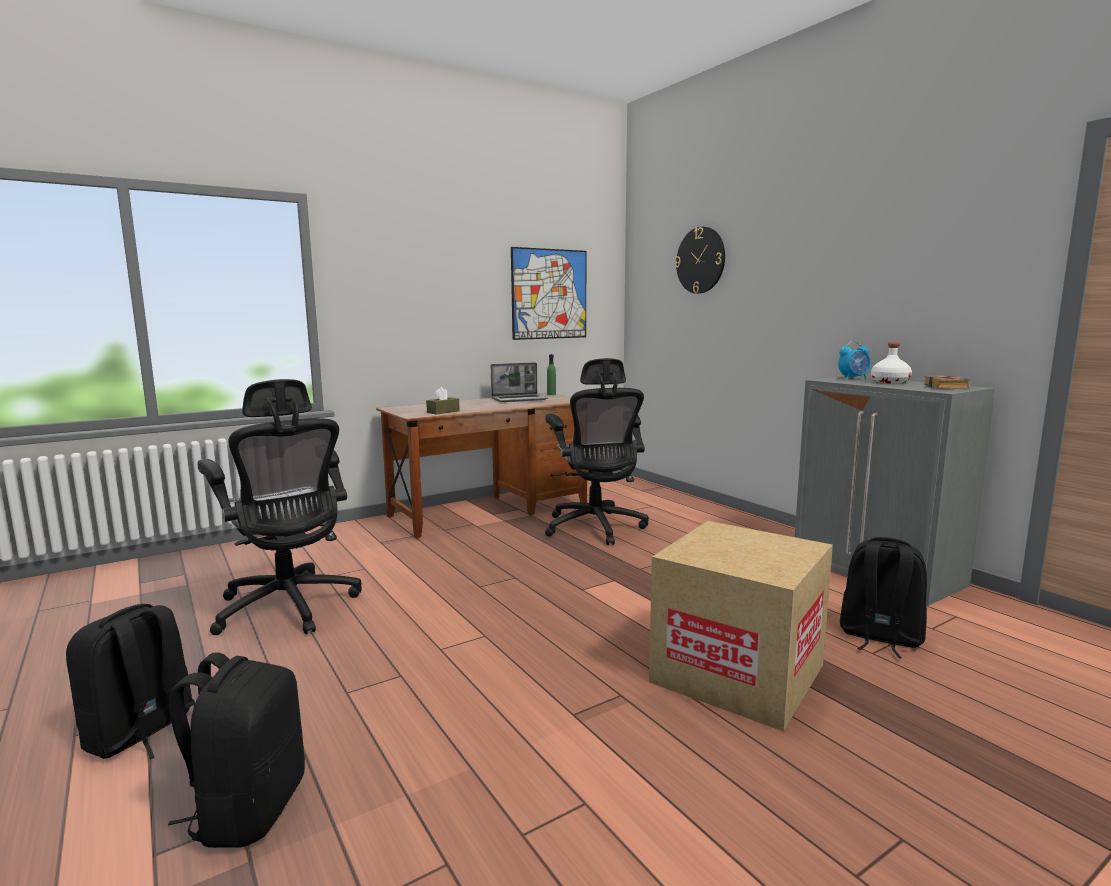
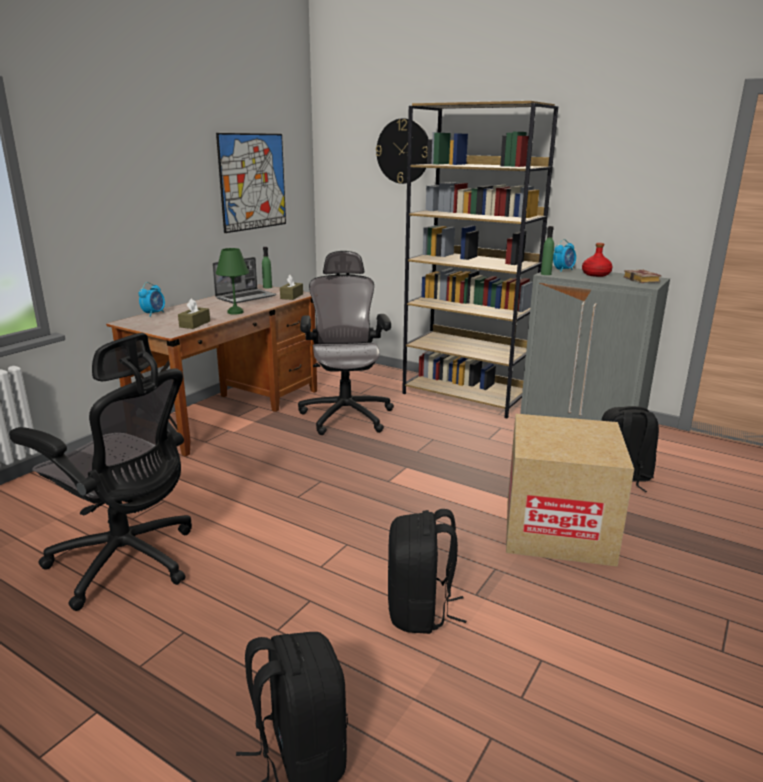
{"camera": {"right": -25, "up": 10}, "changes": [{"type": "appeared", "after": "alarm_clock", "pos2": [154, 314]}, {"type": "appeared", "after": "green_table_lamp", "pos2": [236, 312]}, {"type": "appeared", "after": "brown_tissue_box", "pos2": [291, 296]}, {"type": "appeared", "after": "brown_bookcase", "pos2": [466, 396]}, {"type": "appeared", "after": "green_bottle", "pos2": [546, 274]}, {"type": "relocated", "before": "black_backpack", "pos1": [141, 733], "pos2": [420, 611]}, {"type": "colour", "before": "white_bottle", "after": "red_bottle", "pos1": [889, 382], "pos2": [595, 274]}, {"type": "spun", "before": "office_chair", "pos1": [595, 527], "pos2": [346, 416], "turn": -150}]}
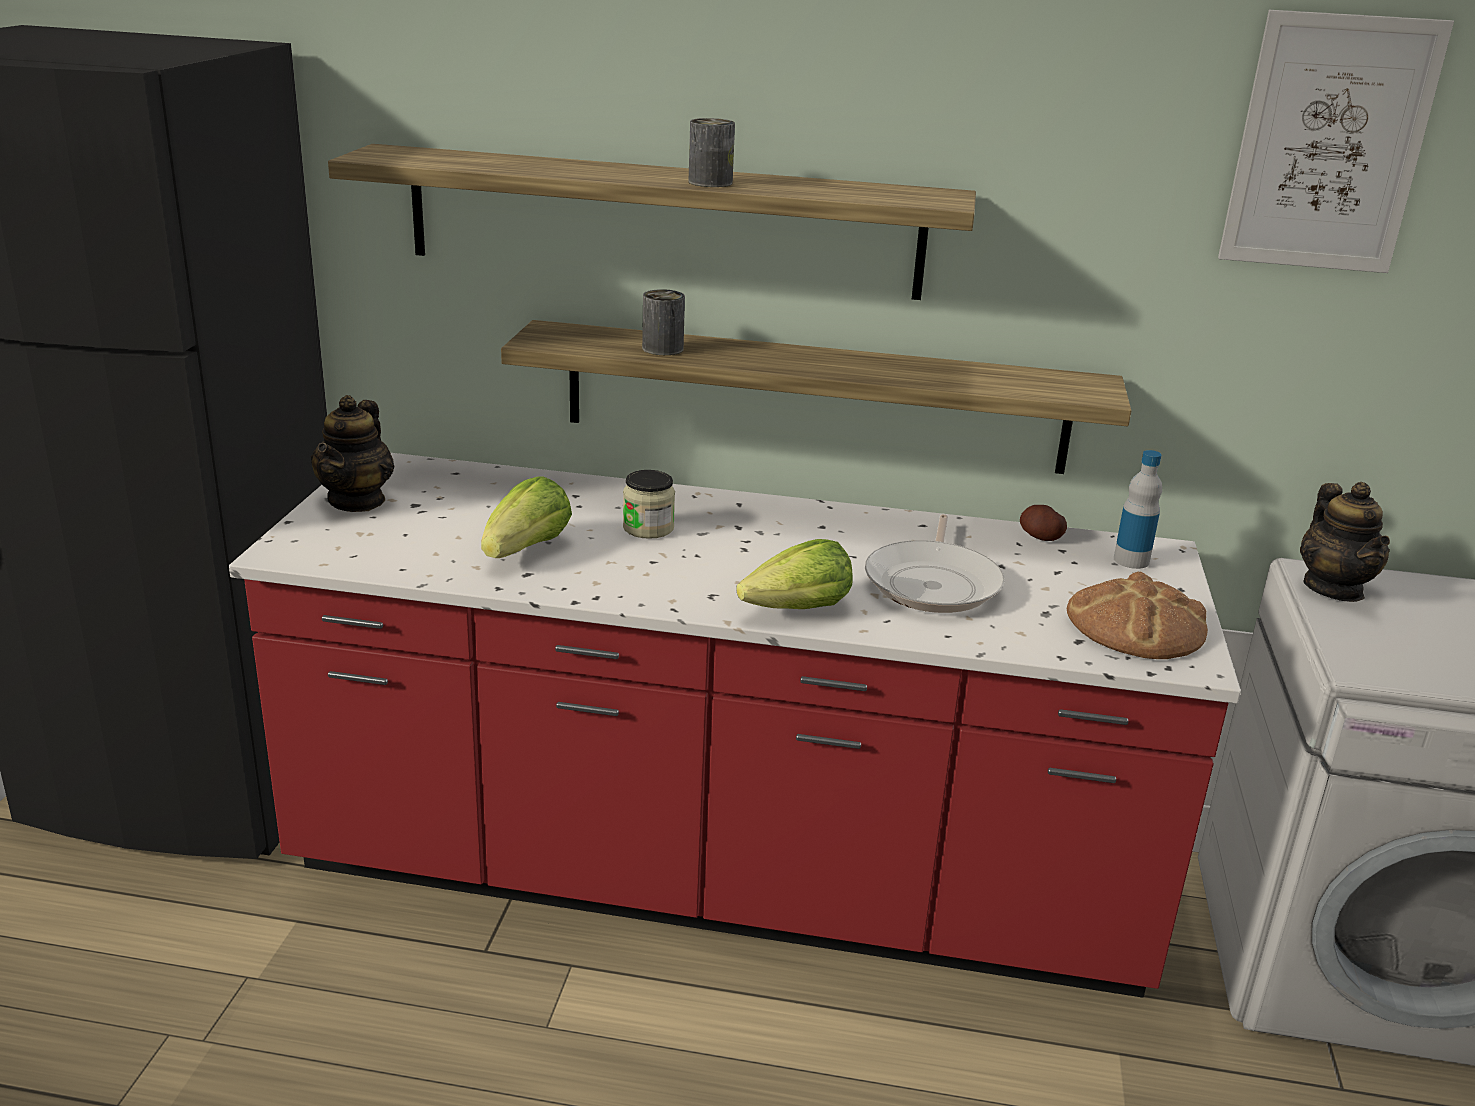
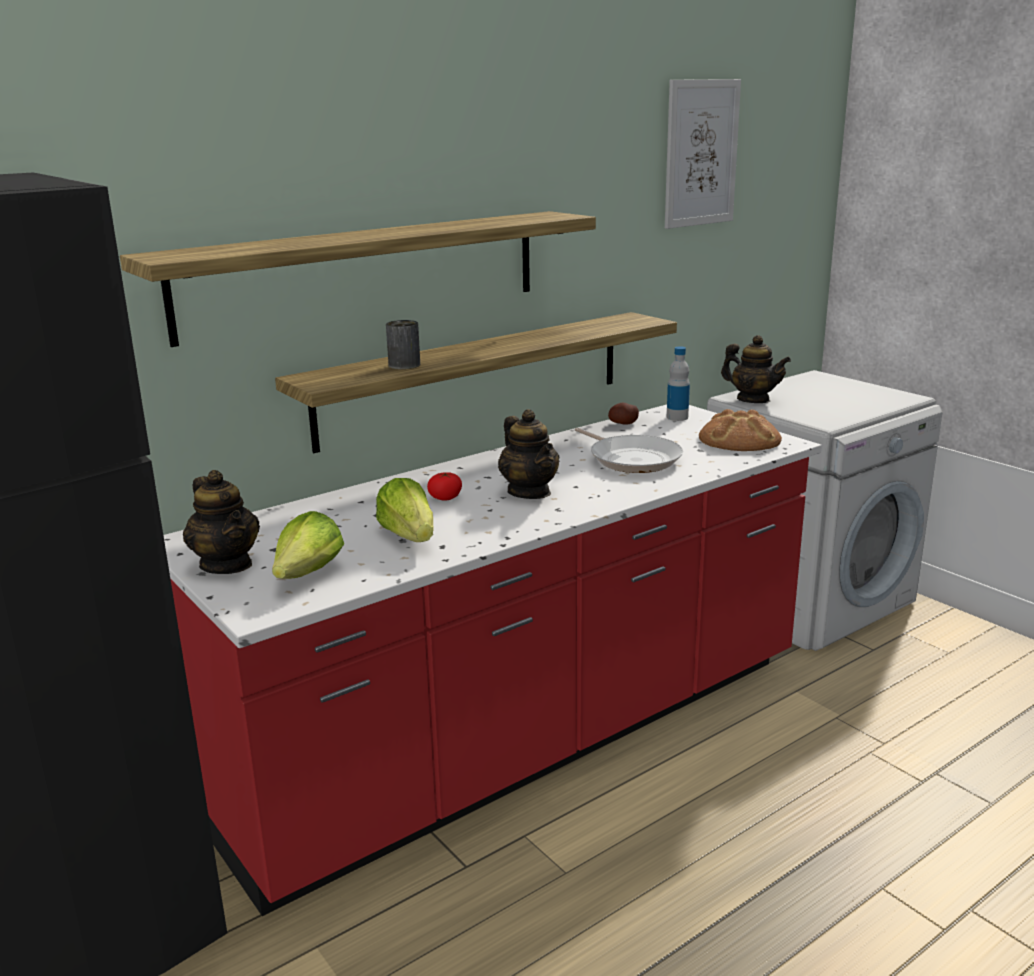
{"camera": {"right": -45, "up": -5}, "changes": [{"type": "missing", "before": "can", "pos1": [710, 182]}, {"type": "appeared", "after": "teapot", "pos2": [529, 492]}, {"type": "relocated", "before": "lettuce", "pos1": [798, 610], "pos2": [309, 573]}, {"type": "exchanged", "before": "jar", "after": "tomato", "pos1": [648, 528], "pos2": [445, 497]}]}
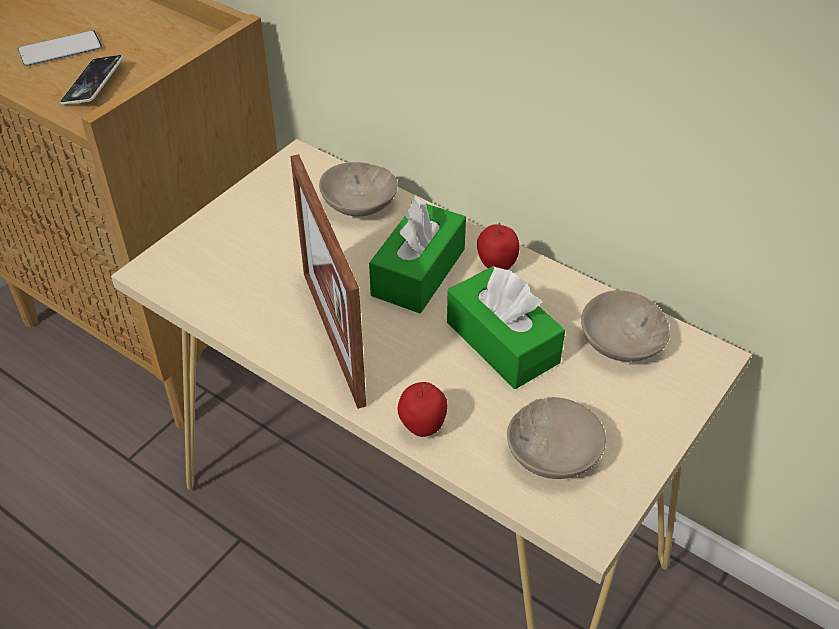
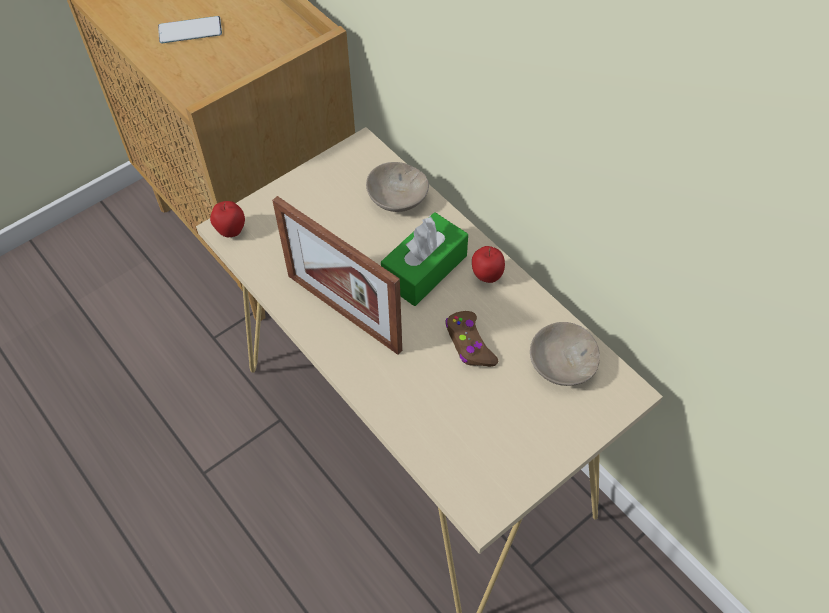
{"camera": {"right": 15, "up": 10}, "changes": [{"type": "missing", "before": "phone", "pos1": [93, 85]}, {"type": "missing", "before": "beige_bowl", "pos1": [554, 456]}, {"type": "relocated", "before": "apple", "pos1": [422, 428], "pos2": [231, 231]}, {"type": "exchanged", "before": "green_tissue_box", "after": "brown_game_controller", "pos1": [502, 342], "pos2": [469, 344]}, {"type": "spun", "before": "picture_frame", "pos1": [333, 336], "pos2": [343, 312], "turn": -45}]}
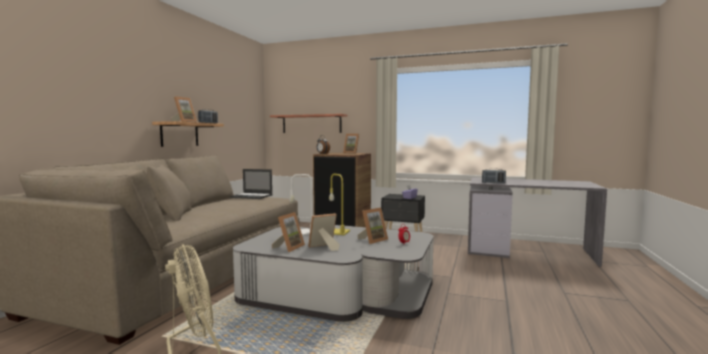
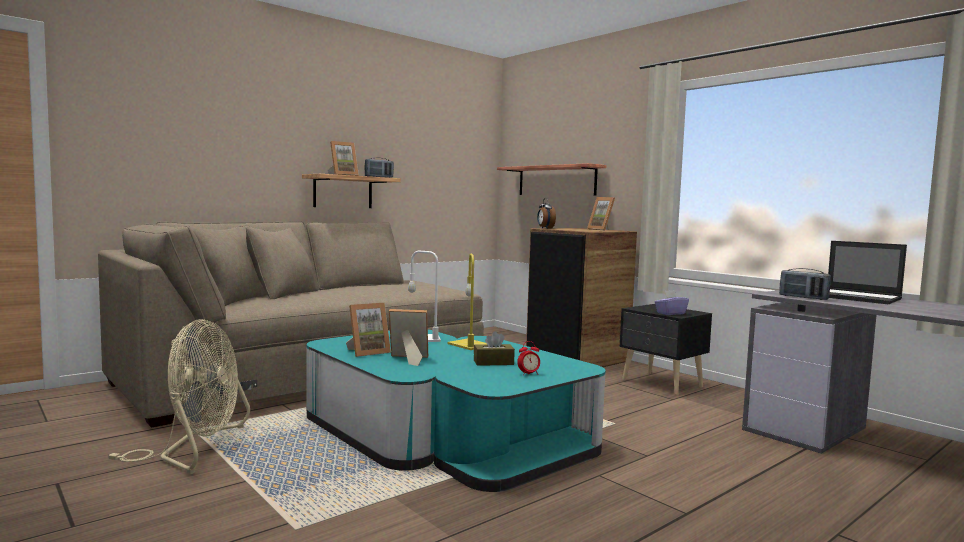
{"camera": {"right": 30, "up": 0}, "changes": [{"type": "relocated", "before": "laptop", "pos1": [252, 196], "pos2": [857, 297]}, {"type": "exchanged", "before": "picture_frame", "after": "brown_tissue_box", "pos1": [373, 240], "pos2": [493, 362]}, {"type": "colour", "before": "grey_coffee_table", "after": "turquoise_coffee_table", "pos1": [338, 289], "pos2": [445, 431]}]}
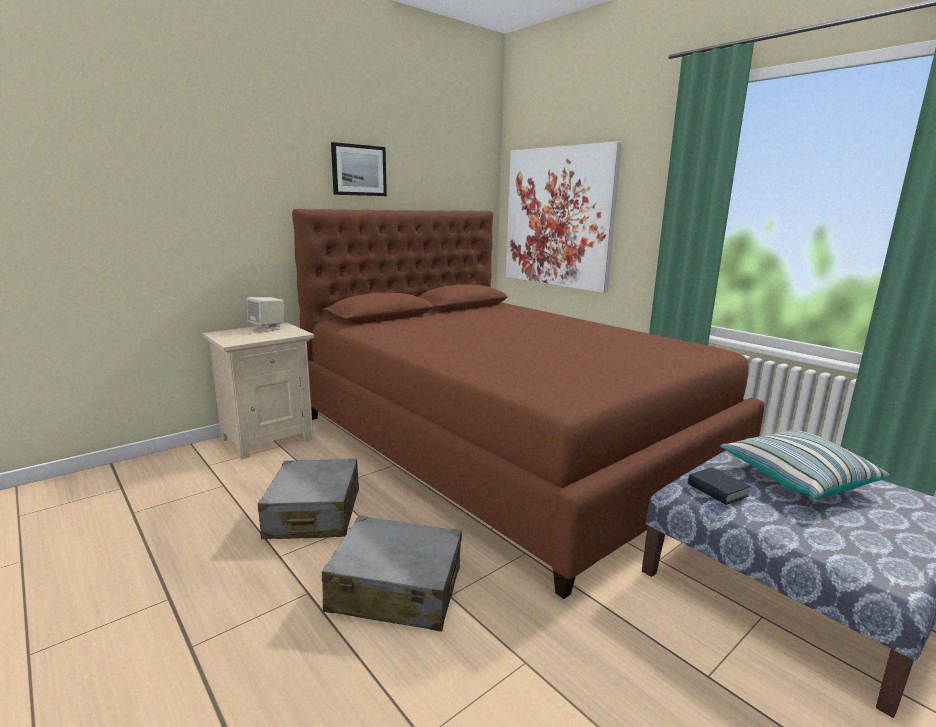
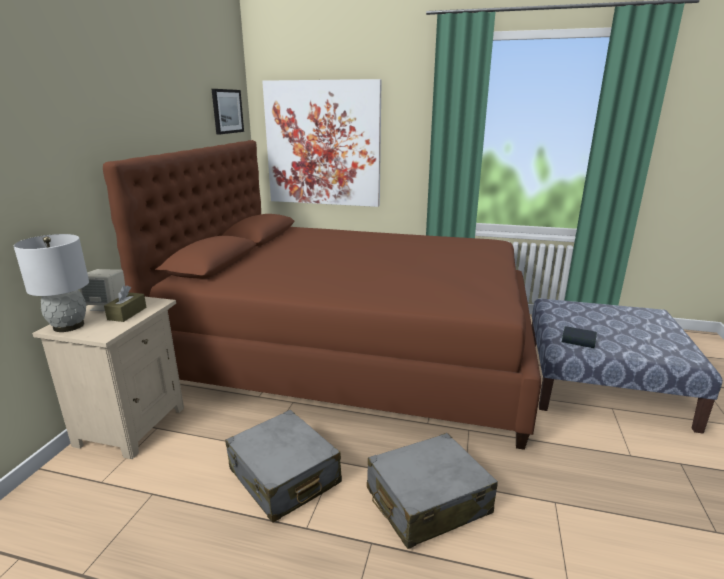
{"camera": {"right": -35, "up": 5}, "changes": [{"type": "missing", "before": "pillow", "pos1": [796, 479]}, {"type": "appeared", "after": "white_table_lamp", "pos2": [68, 326]}, {"type": "appeared", "after": "brown_tissue_box", "pos2": [127, 313]}, {"type": "relocated", "before": "picture", "pos1": [359, 170], "pos2": [227, 111]}]}
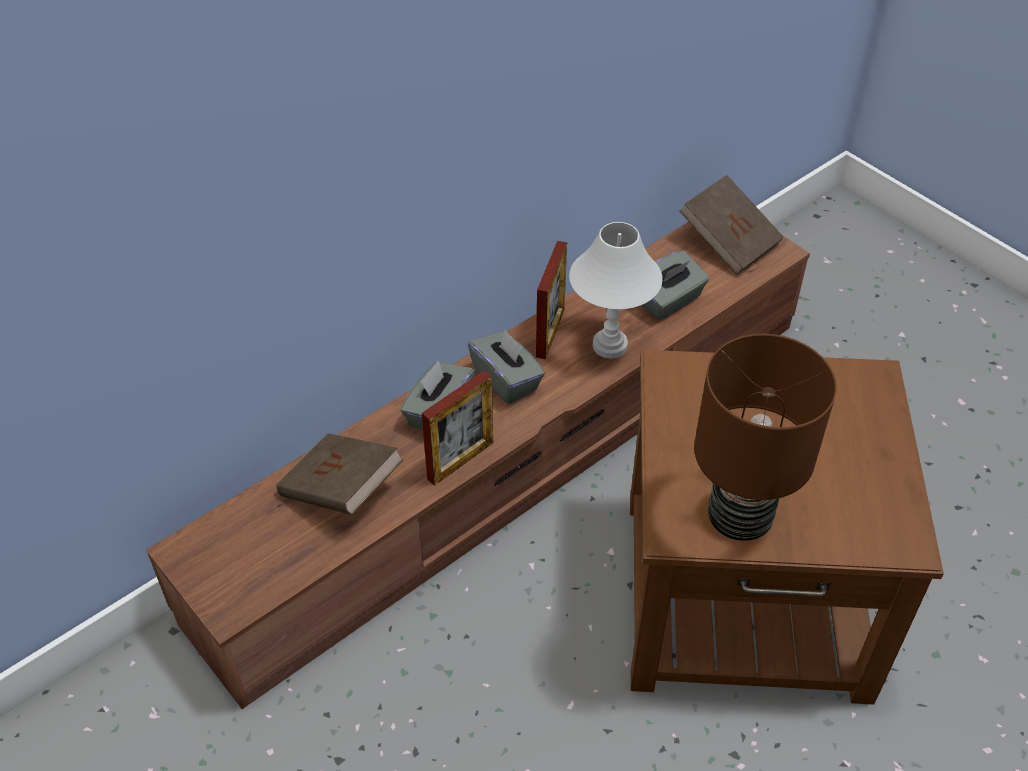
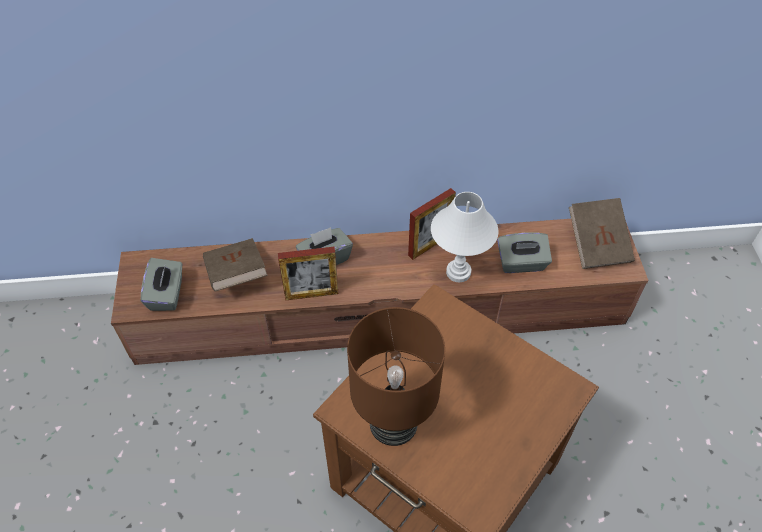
{"camera": {"right": 35, "up": 5}, "changes": [{"type": "relocated", "before": "grey_tissue_box", "pos1": [507, 380], "pos2": [167, 294]}]}
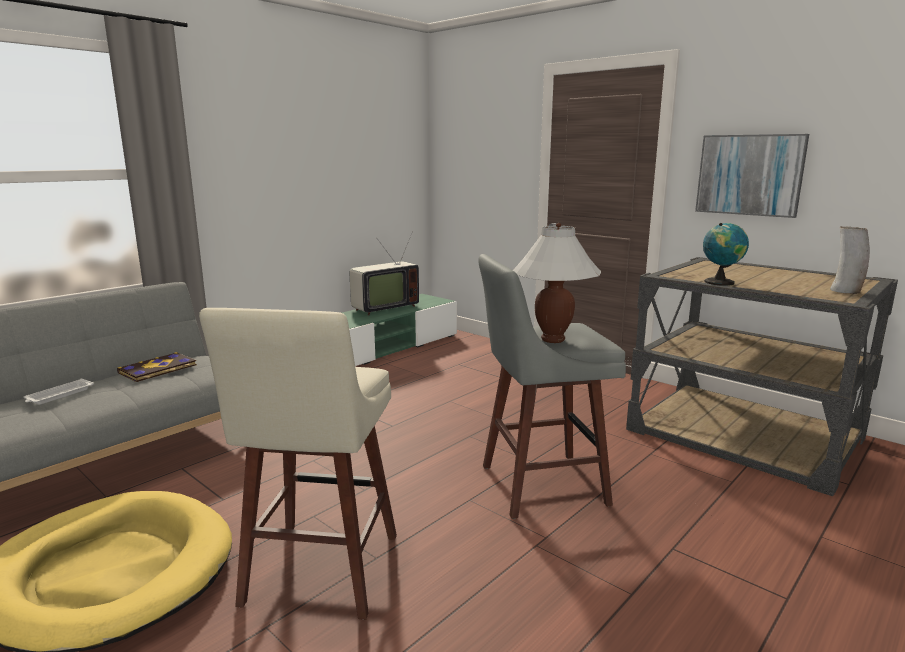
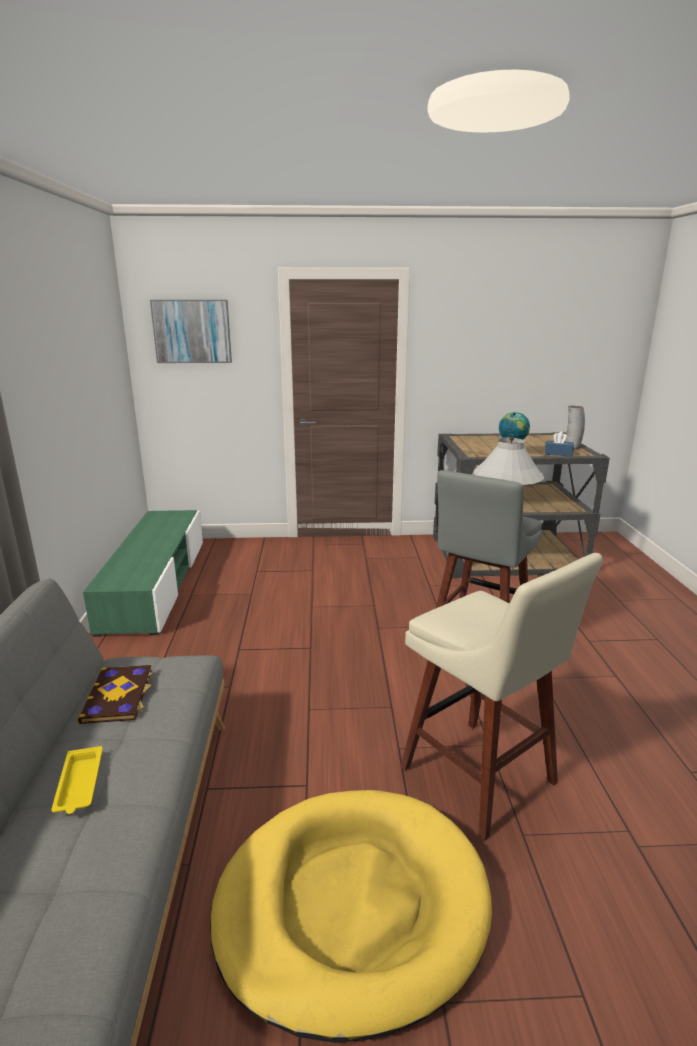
{"camera": {"right": -45, "up": 5}, "changes": [{"type": "missing", "before": "television", "pos1": [383, 308]}, {"type": "appeared", "after": "blue_tissue_box", "pos2": [558, 453]}, {"type": "relocated", "before": "picture", "pos1": [749, 175], "pos2": [192, 331]}, {"type": "colour", "before": "white_tray", "after": "yellow_tray", "pos1": [59, 395], "pos2": [79, 784]}]}
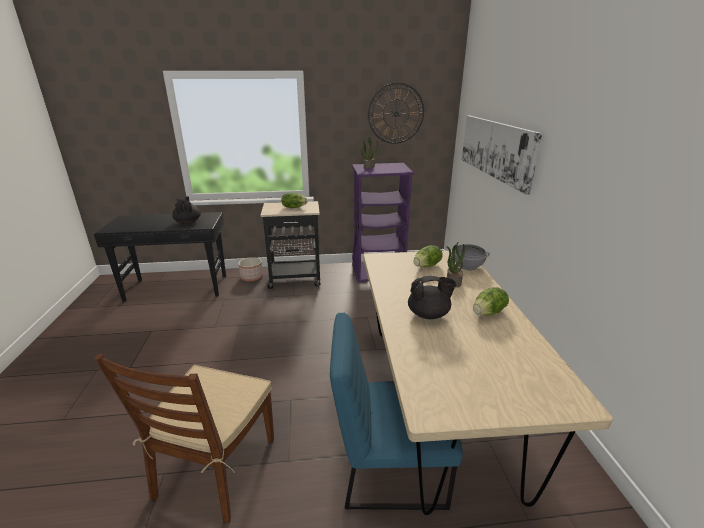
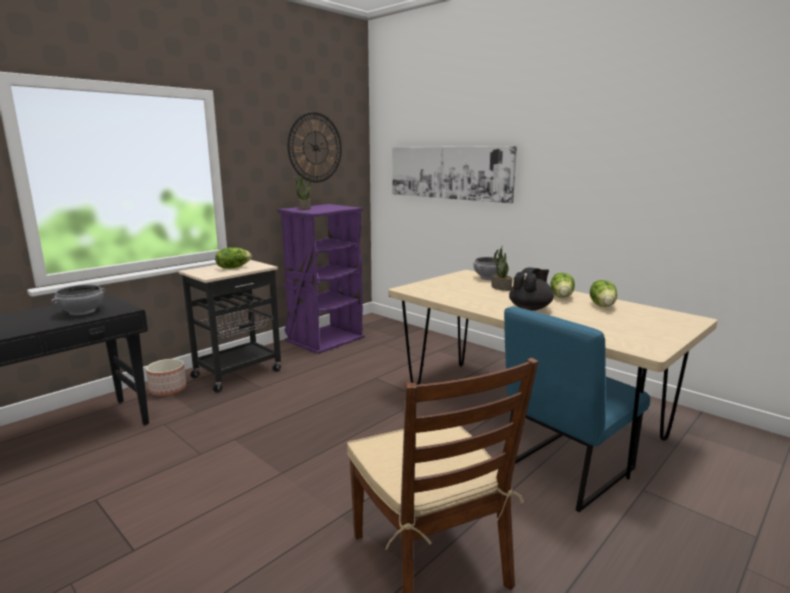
{"camera": {"right": -40, "up": -10}, "changes": [{"type": "relocated", "before": "lettuce", "pos1": [427, 266], "pos2": [603, 305]}, {"type": "exchanged", "before": "black_teapot", "after": "grey_bowl", "pos1": [188, 222], "pos2": [82, 312]}]}
